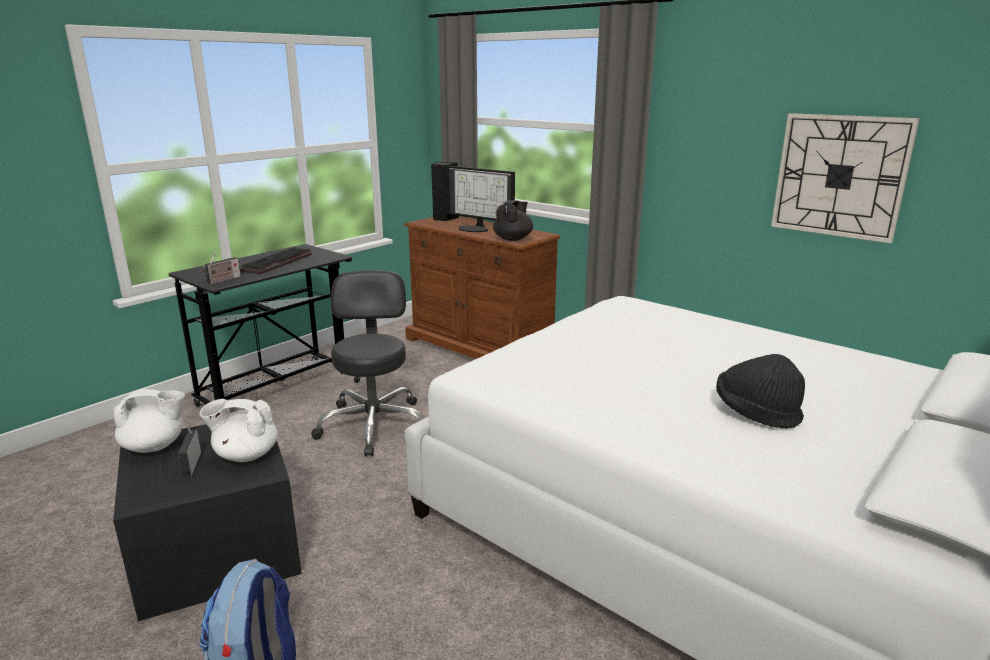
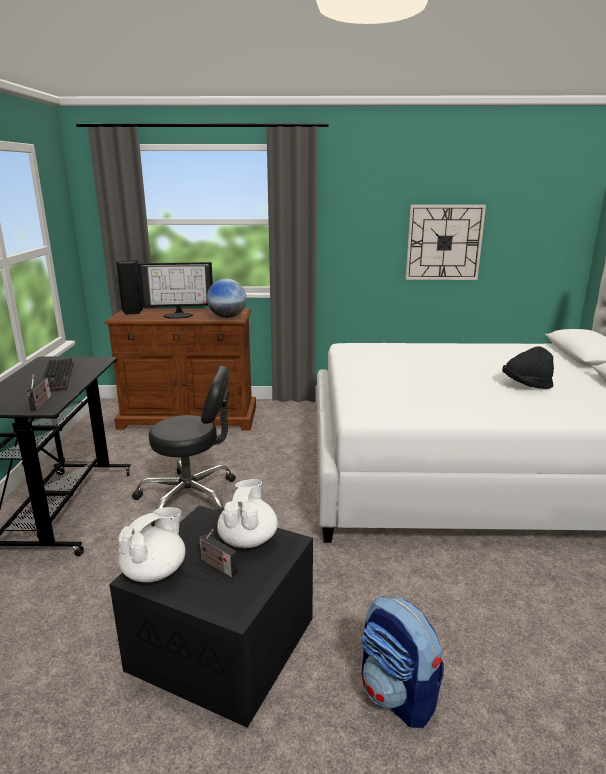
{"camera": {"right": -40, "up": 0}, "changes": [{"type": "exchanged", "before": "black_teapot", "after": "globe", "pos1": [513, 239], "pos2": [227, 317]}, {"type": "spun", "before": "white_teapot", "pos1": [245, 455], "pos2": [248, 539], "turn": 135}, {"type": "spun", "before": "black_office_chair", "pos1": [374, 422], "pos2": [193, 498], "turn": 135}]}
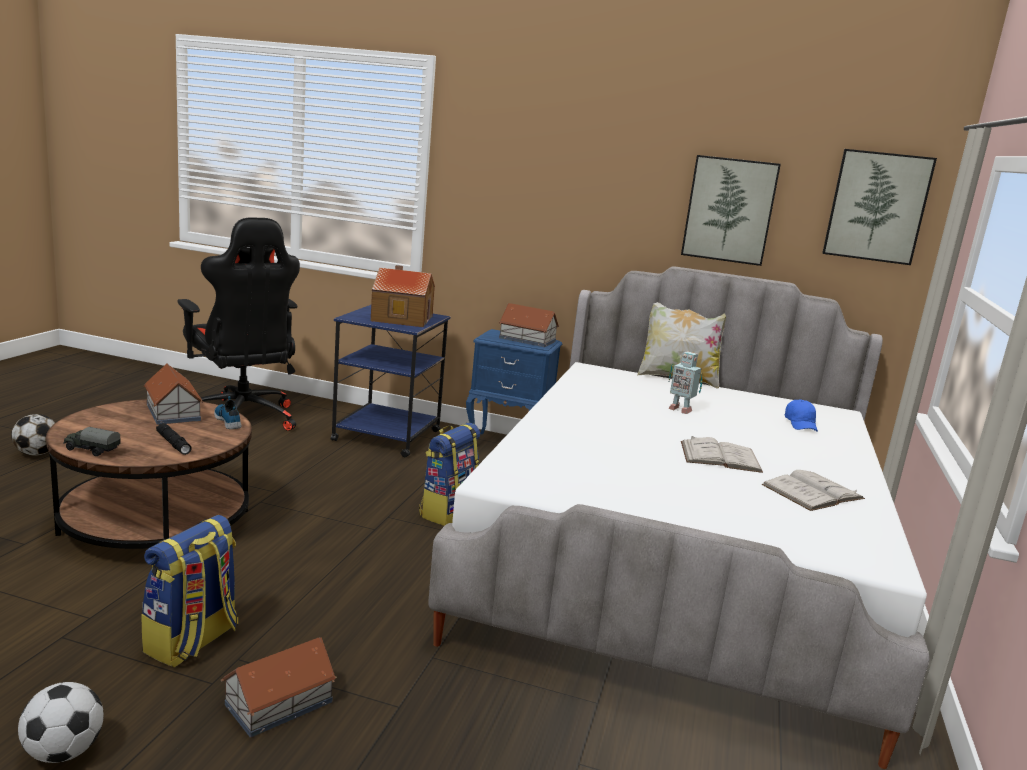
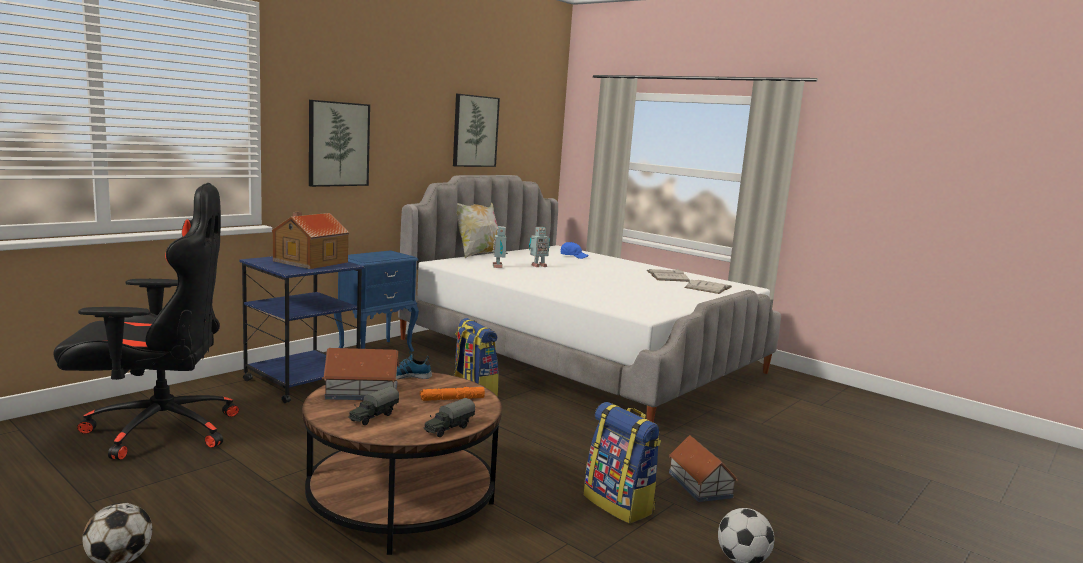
{"camera": {"right": -65, "up": -5}, "changes": [{"type": "missing", "before": "toy_house", "pos1": [527, 339]}, {"type": "appeared", "after": "toy_truck", "pos2": [373, 417]}, {"type": "appeared", "after": "toy_robot", "pos2": [498, 266]}, {"type": "relocated", "before": "white_book", "pos1": [720, 456], "pos2": [708, 287]}, {"type": "relocated", "before": "picture", "pos1": [877, 207], "pos2": [338, 144]}, {"type": "colour", "before": "black_flashlight", "after": "orange_flashlight", "pos1": [173, 443], "pos2": [452, 399]}]}
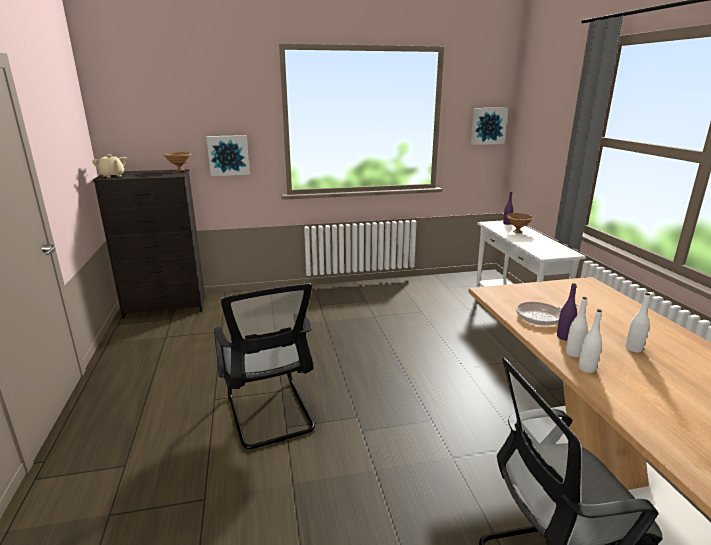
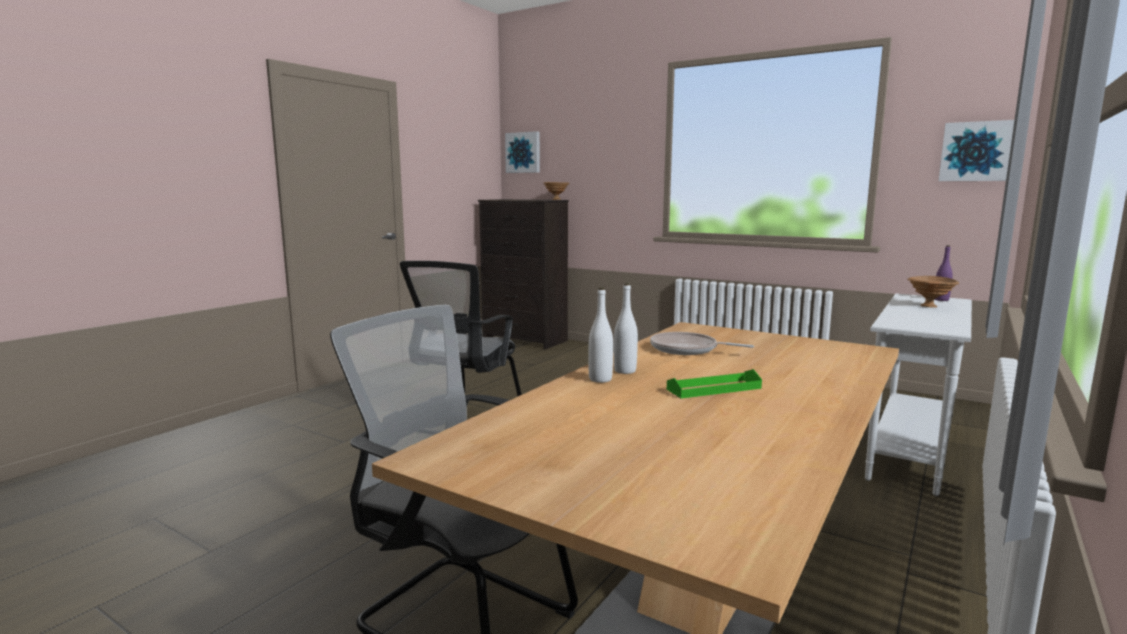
{"camera": {"right": 45, "up": -10}, "changes": [{"type": "missing", "before": "beige_teapot", "pos1": [112, 176]}, {"type": "missing", "before": "purple_bottle", "pos1": [564, 337]}, {"type": "relocated", "before": "picture", "pos1": [228, 155], "pos2": [523, 152]}, {"type": "exchanged", "before": "white_bottle", "after": "green_tray", "pos1": [633, 348], "pos2": [714, 389]}]}
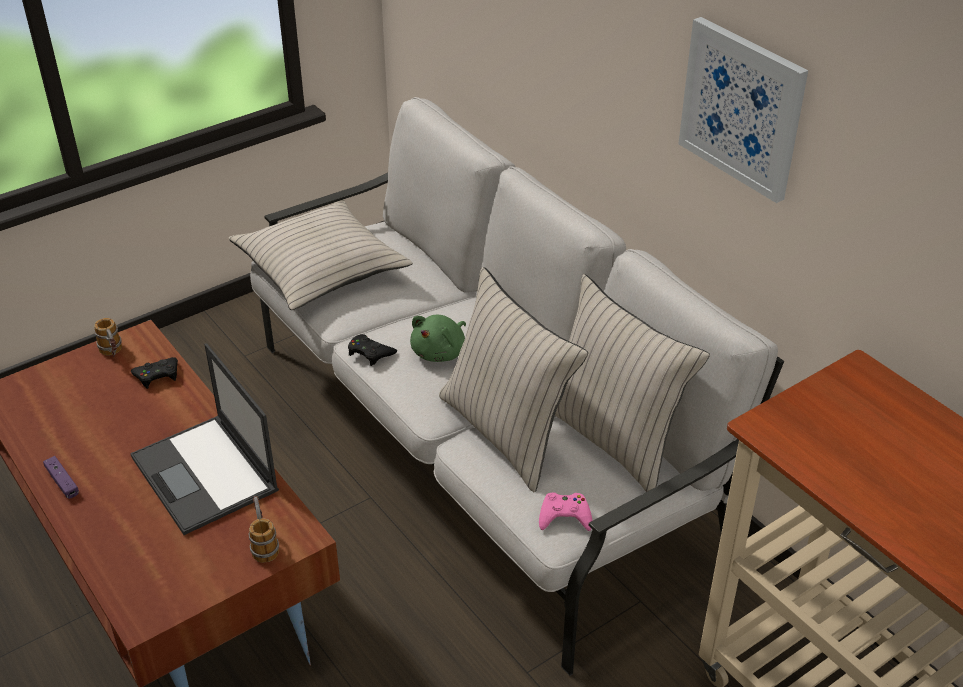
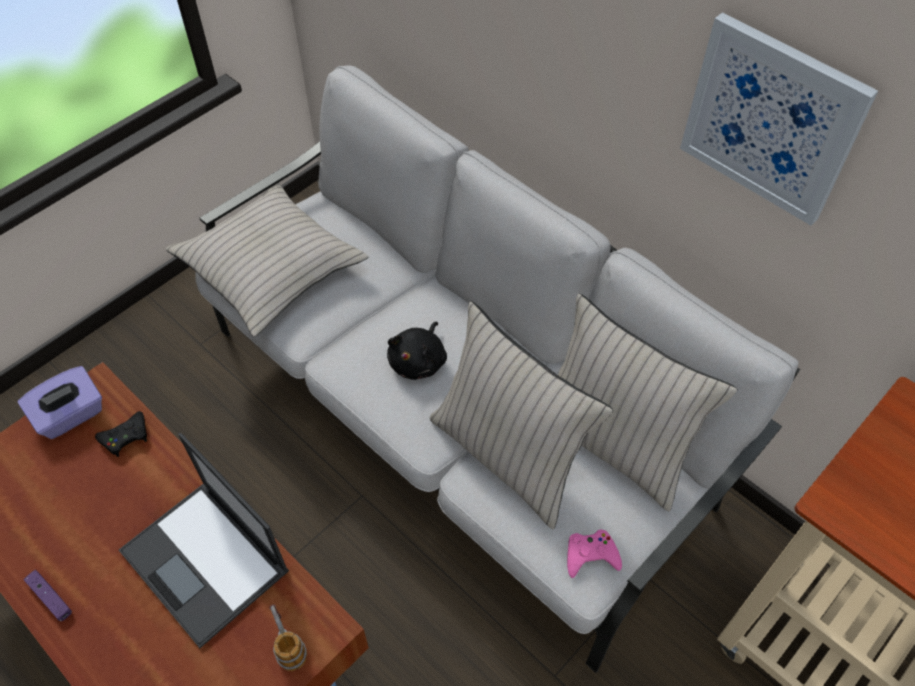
{"camera": {"right": -10, "up": 15}, "changes": [{"type": "missing", "before": "black_game_controller", "pos1": [370, 353]}, {"type": "exchanged", "before": "mug", "after": "purple_tissue_box", "pos1": [113, 354], "pos2": [71, 415]}, {"type": "colour", "before": "green_plush_toy", "after": "black_plush_toy", "pos1": [441, 352], "pos2": [419, 361]}]}
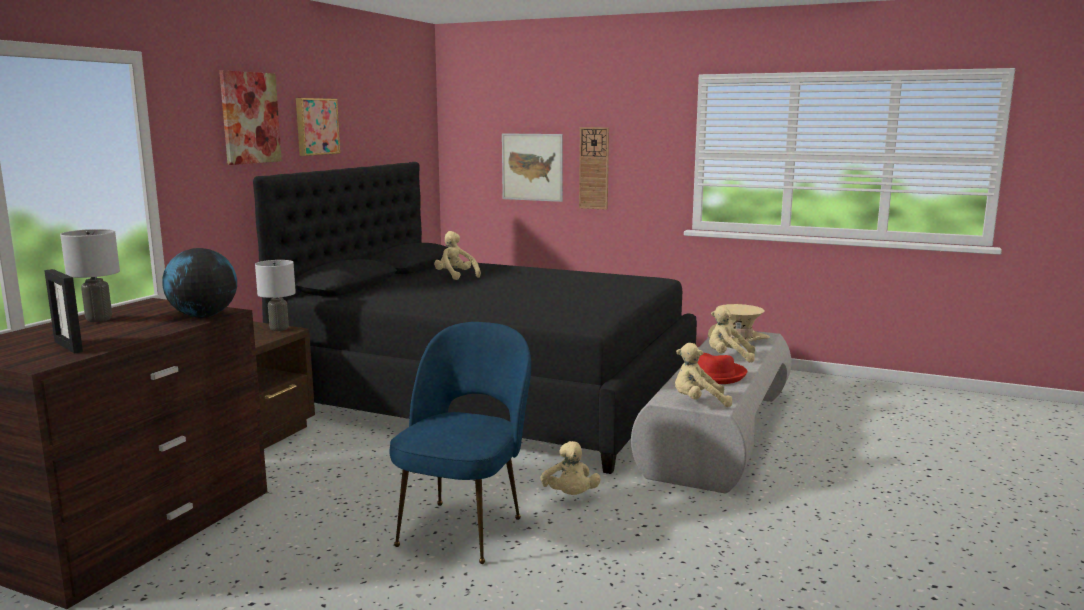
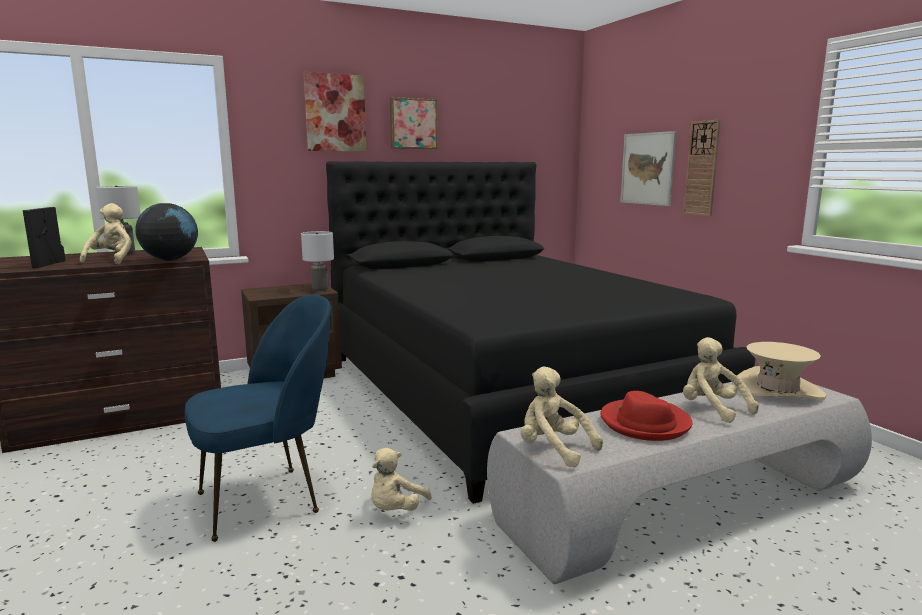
{"camera": {"right": 40, "up": 0}, "changes": [{"type": "relocated", "before": "beige_plush_toy", "pos1": [455, 276], "pos2": [112, 260]}]}
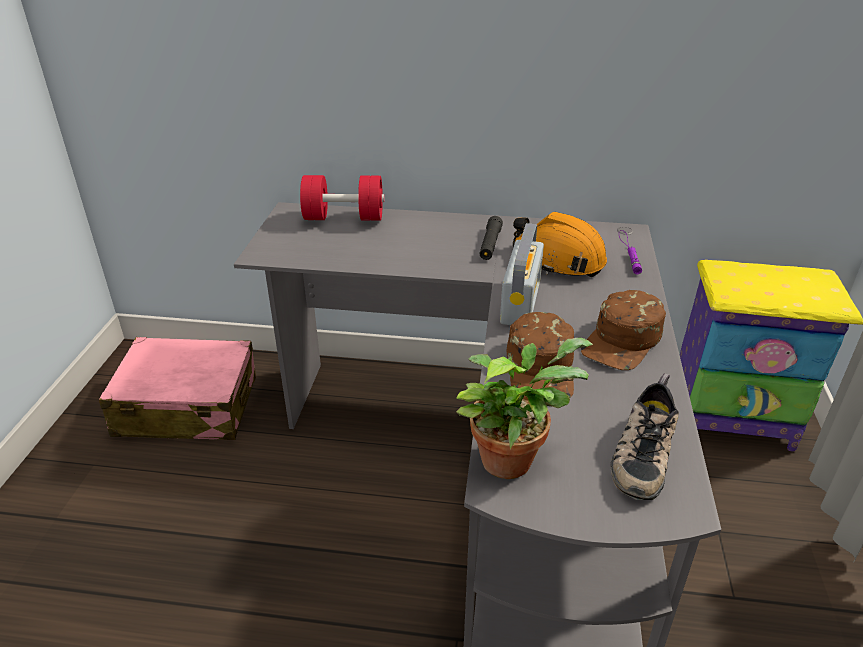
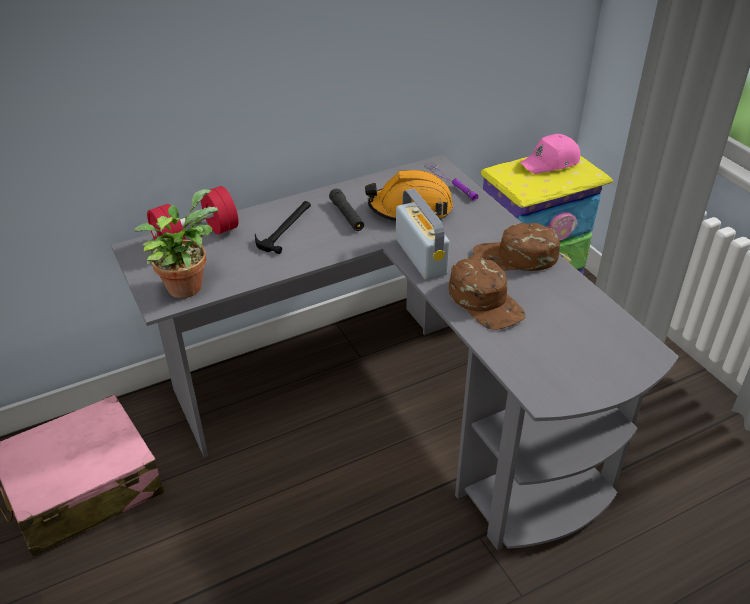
{"camera": {"right": -35, "up": 5}, "changes": [{"type": "missing", "before": "shoe", "pos1": [641, 452]}, {"type": "appeared", "after": "hammer", "pos2": [285, 228]}, {"type": "appeared", "after": "pink_cap", "pos2": [550, 163]}, {"type": "relocated", "before": "potted_plant", "pos1": [510, 457], "pos2": [186, 284]}, {"type": "spun", "before": "brown_cap", "pos1": [623, 341], "pos2": [515, 257], "turn": 90}]}
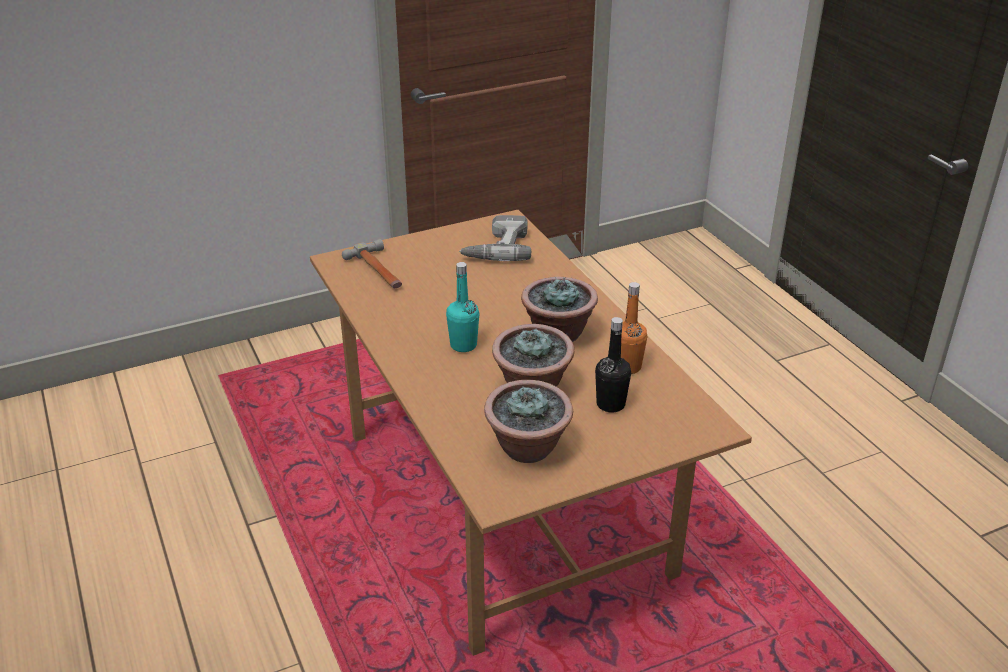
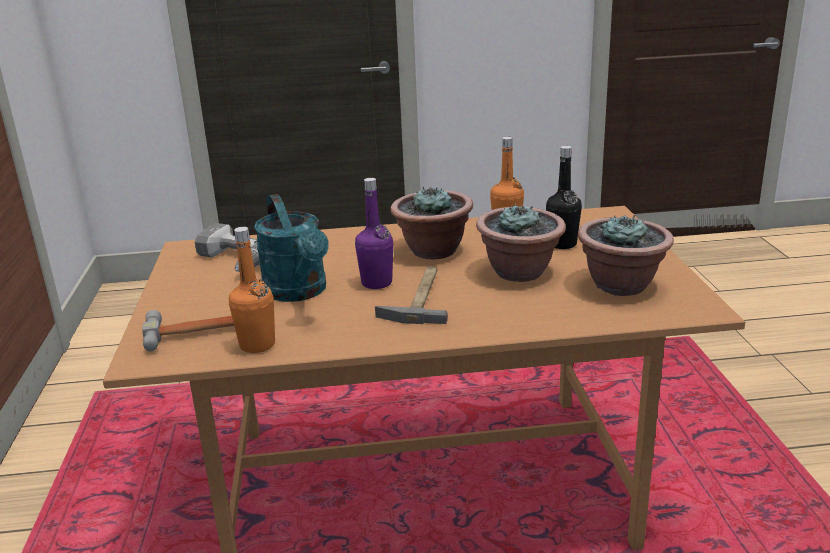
{"camera": {"right": -70, "up": -10}, "changes": [{"type": "appeared", "after": "orange_bottle", "pos2": [257, 345]}, {"type": "appeared", "after": "turquoise_watering_can", "pos2": [299, 292]}, {"type": "appeared", "after": "purple_bottle", "pos2": [376, 283]}, {"type": "exchanged", "before": "turquoise_bottle", "after": "hammer", "pos1": [463, 345], "pos2": [420, 297]}]}
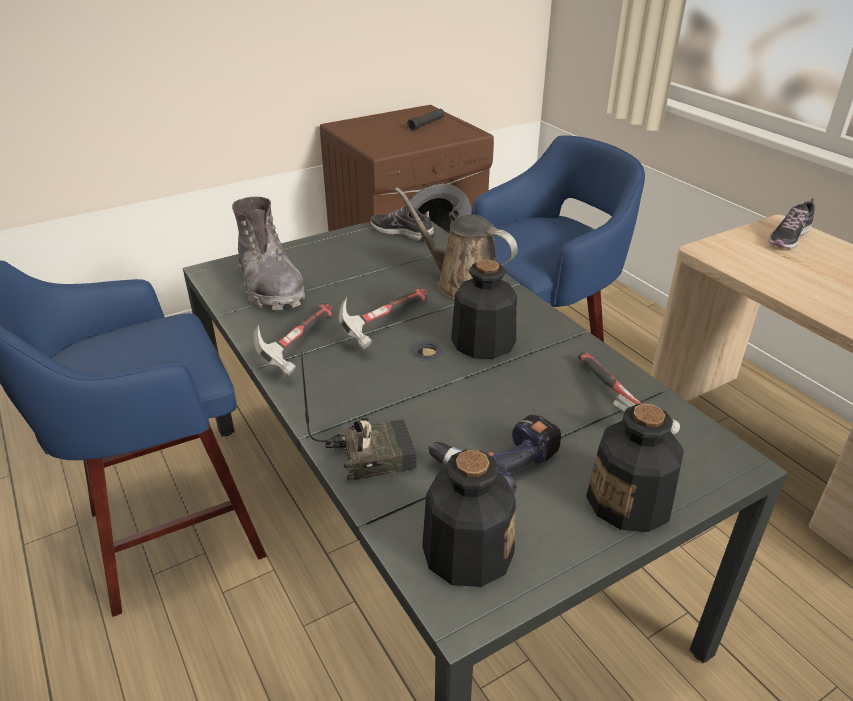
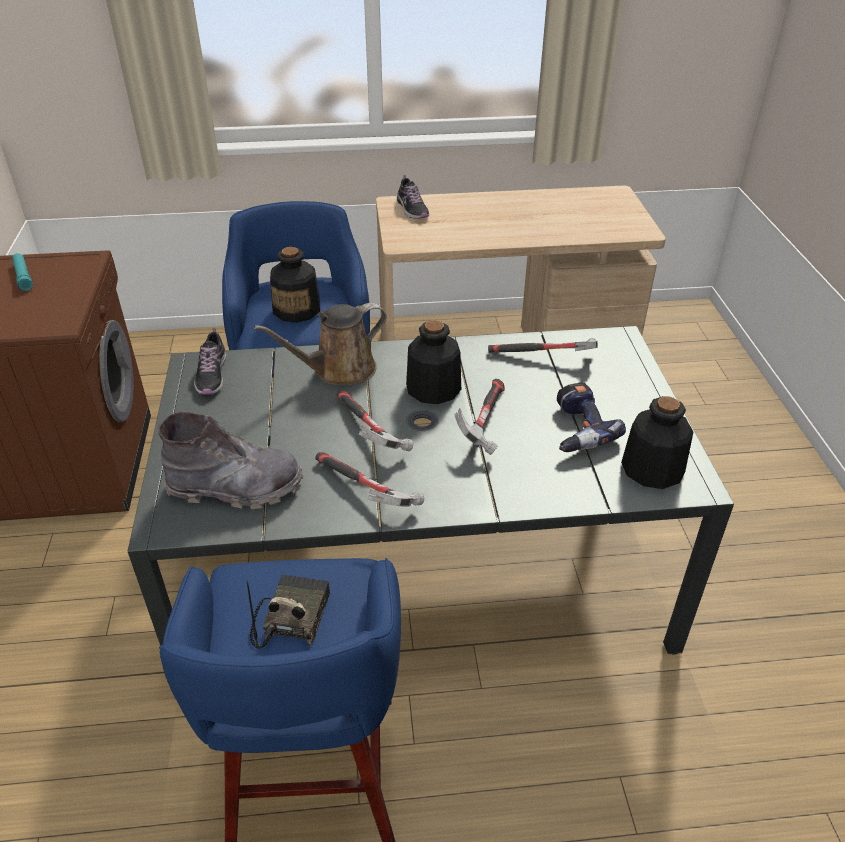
{"camera": {"right": -65, "up": 5}, "changes": [{"type": "appeared", "after": "hammer", "pos2": [484, 423]}, {"type": "relocated", "before": "radio", "pos1": [372, 454], "pos2": [291, 617]}, {"type": "relocated", "before": "bottle", "pos1": [630, 502], "pos2": [297, 310]}, {"type": "colour", "before": "black_flashlight", "after": "turquoise_flashlight", "pos1": [426, 124], "pos2": [23, 276]}, {"type": "spun", "before": "shoe", "pos1": [402, 232], "pos2": [212, 375], "turn": -60}]}
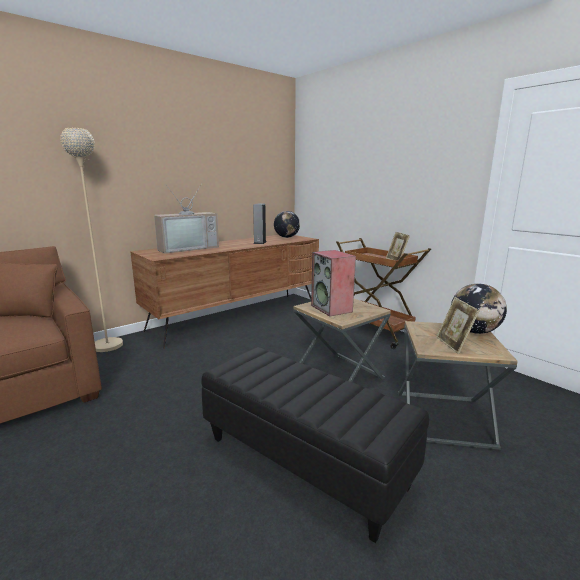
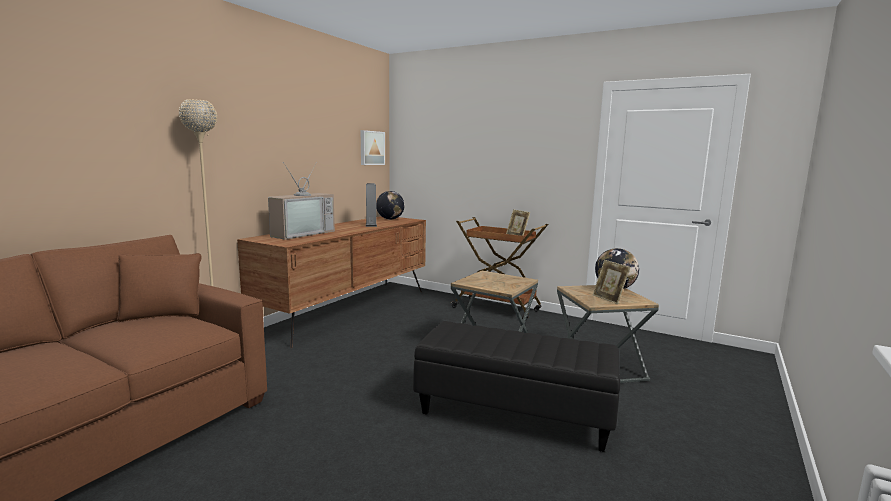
{"camera": {"right": -20, "up": -5}, "changes": [{"type": "missing", "before": "speaker", "pos1": [332, 309]}, {"type": "appeared", "after": "picture", "pos2": [371, 148]}]}
